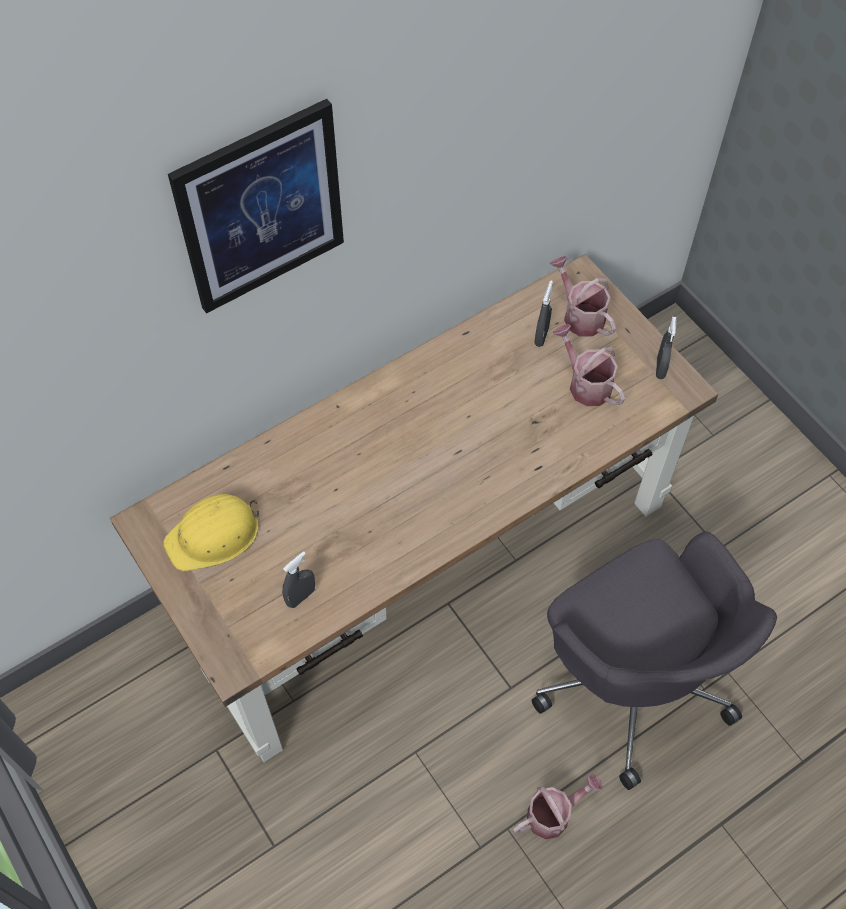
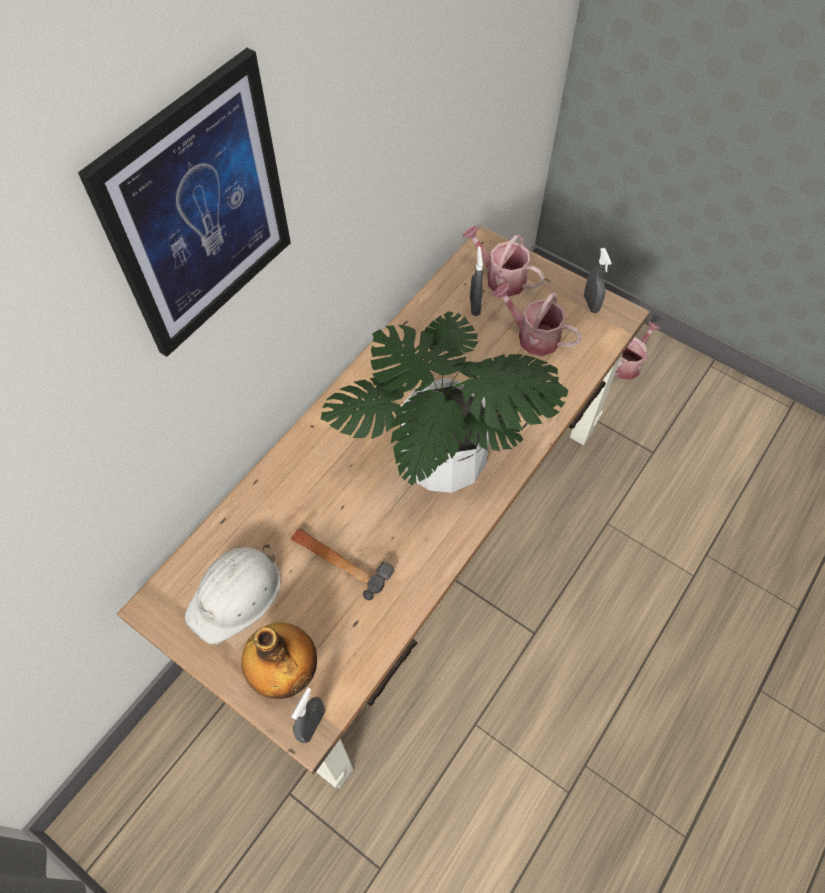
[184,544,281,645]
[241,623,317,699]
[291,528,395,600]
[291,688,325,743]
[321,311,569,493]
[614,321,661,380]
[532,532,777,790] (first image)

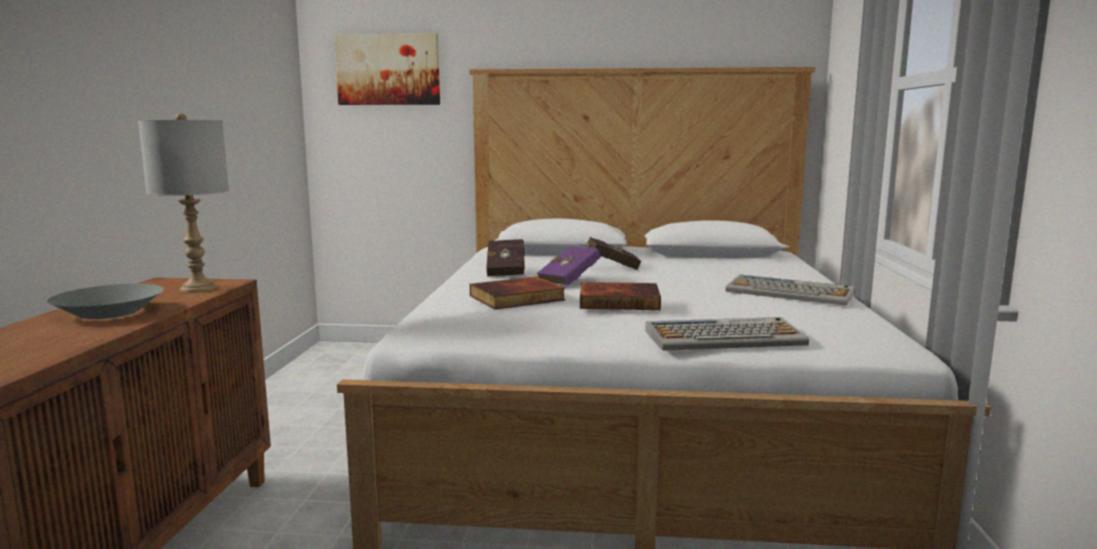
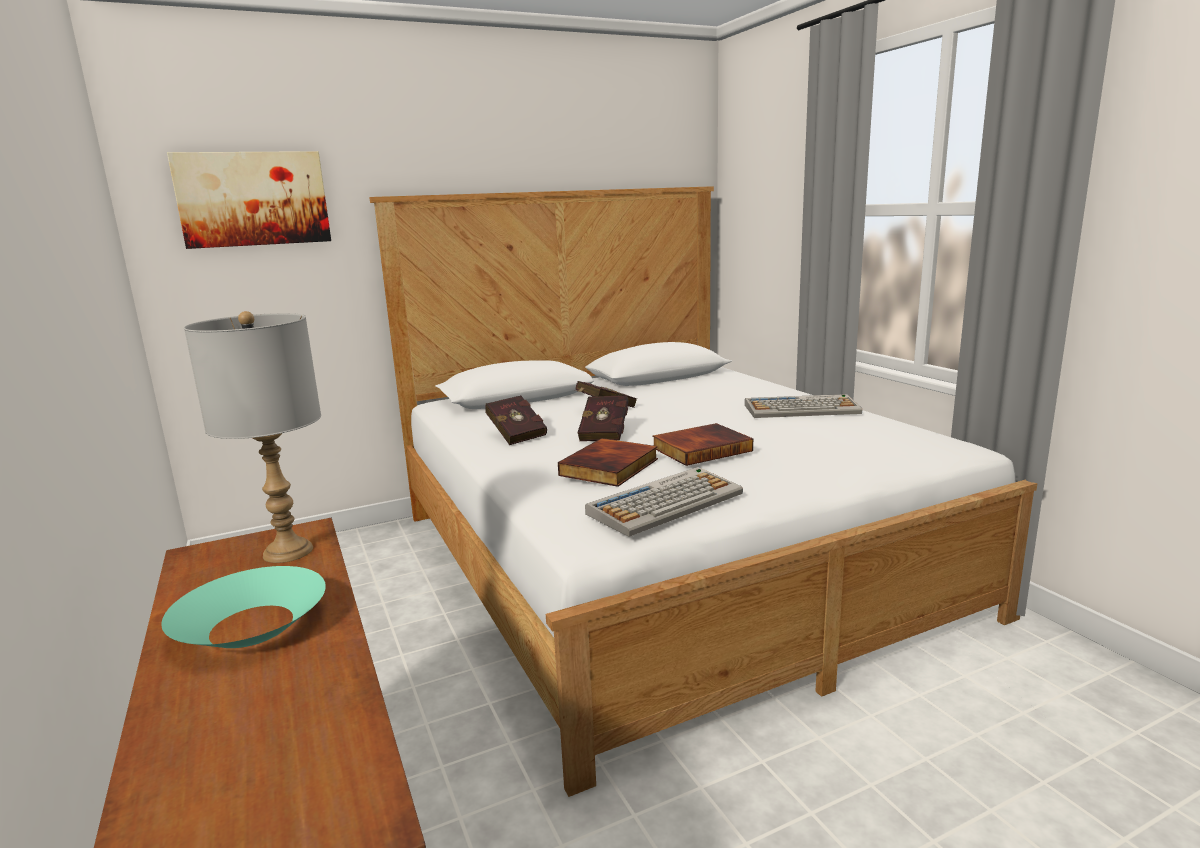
[161,566,326,648]
[577,395,629,441]
[585,467,743,537]

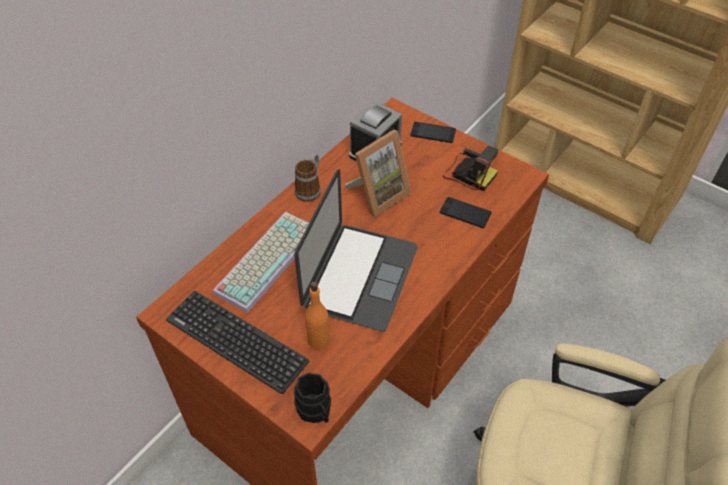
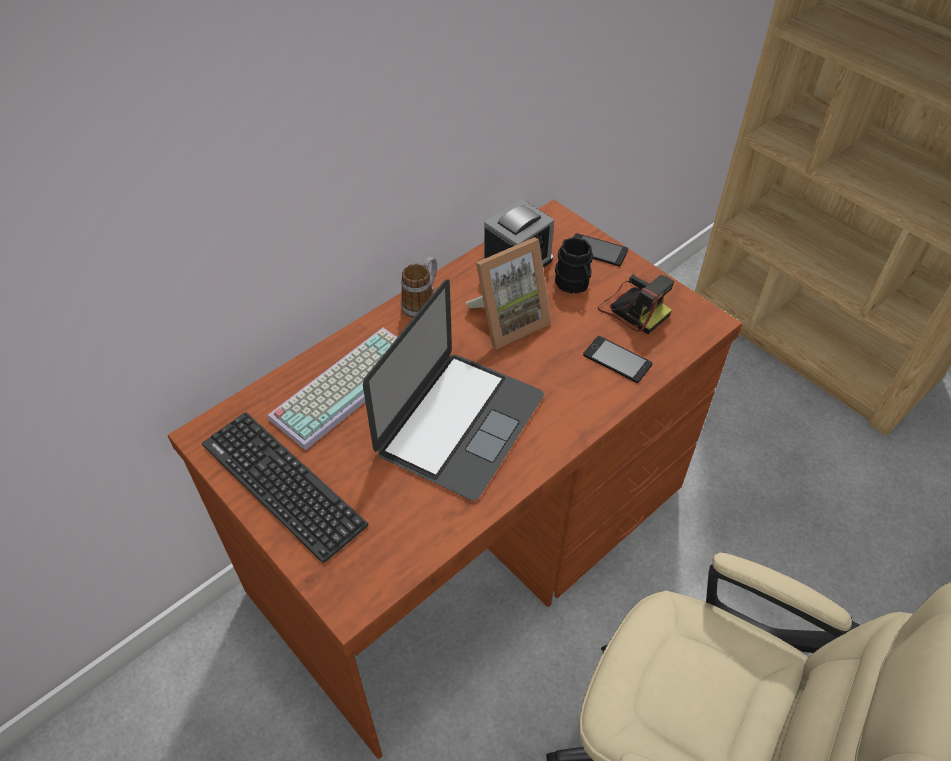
[555,237,593,294]
[305,282,330,350] (first image)

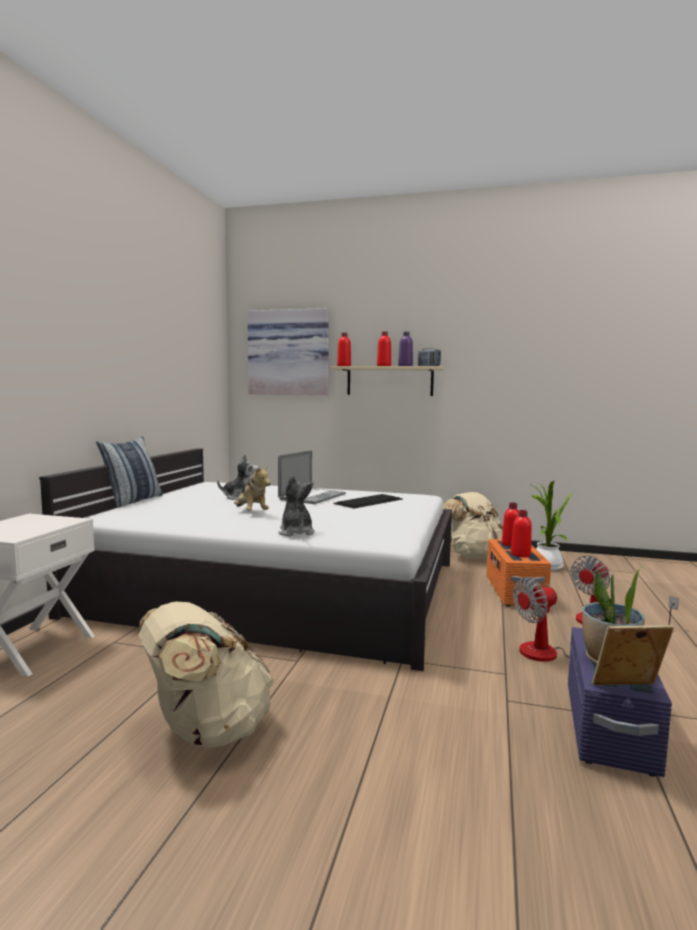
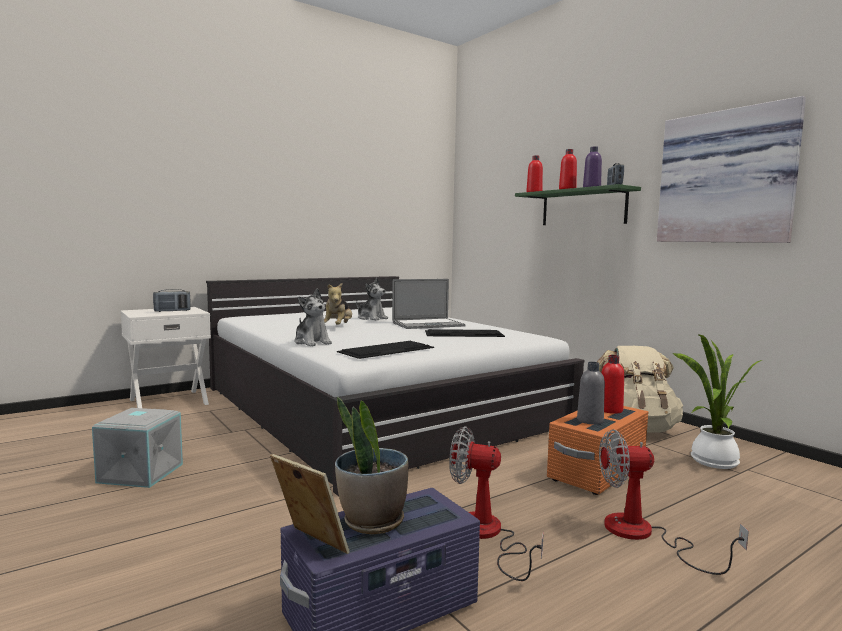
[92,408,183,488]
[153,289,190,312]
[294,289,332,346]
[337,341,434,359]
[515,184,641,225]
[577,362,605,424]
[657,96,806,243]
[96,436,163,508] (first image)

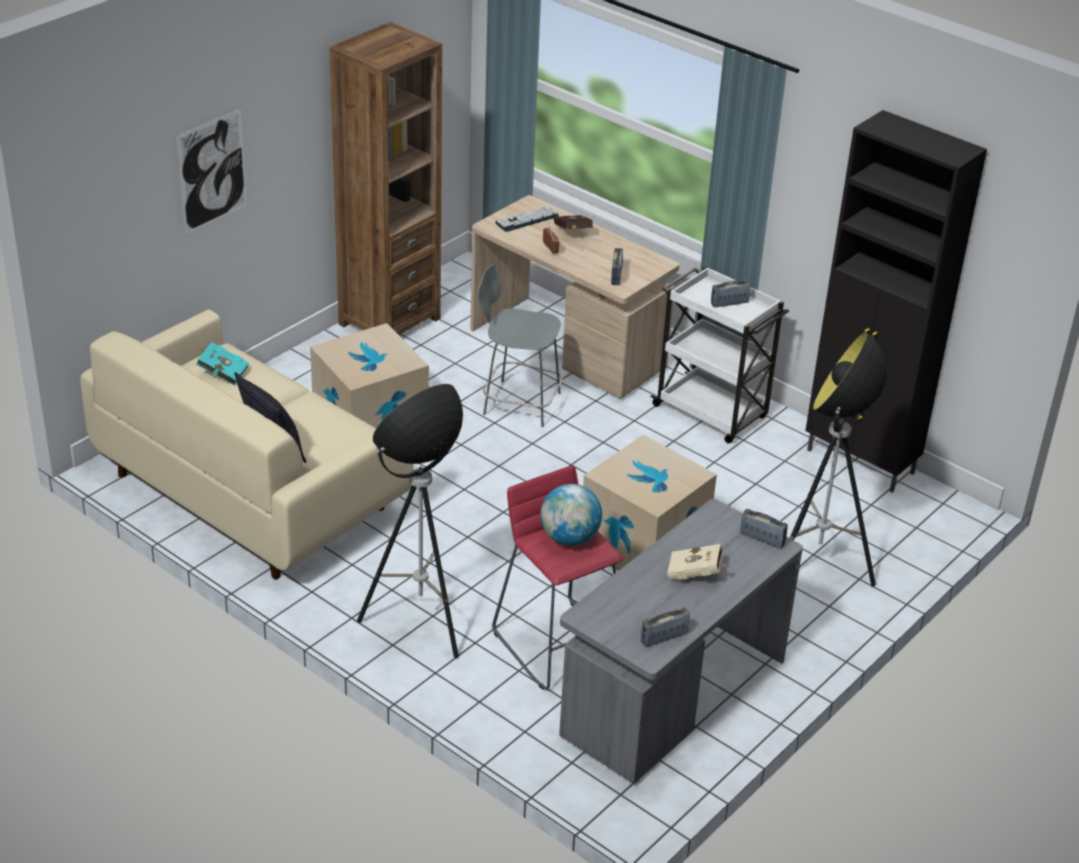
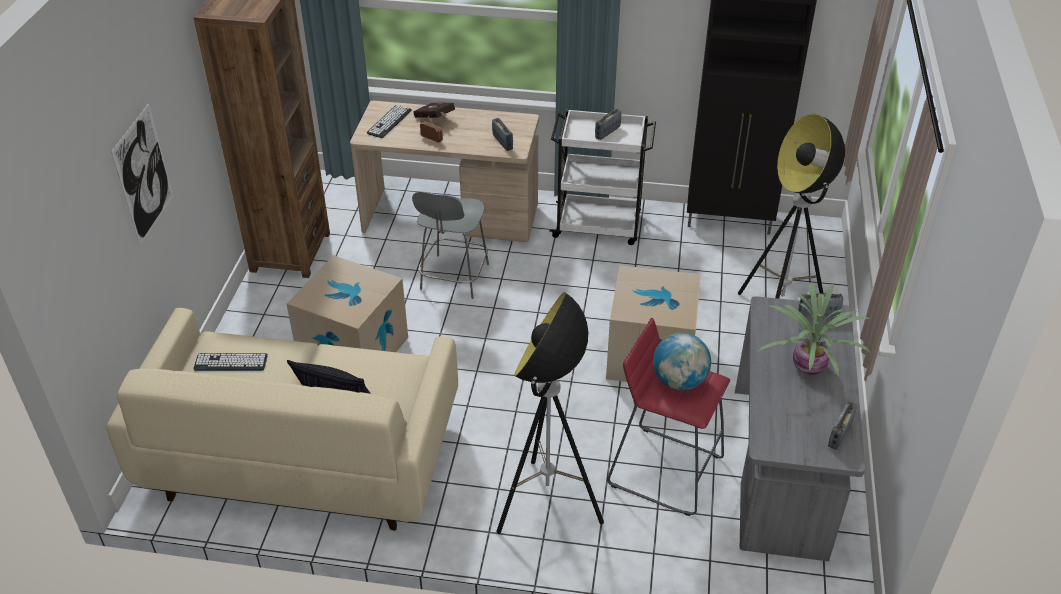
[193,353,268,371]
[412,191,489,299]
[757,283,871,376]

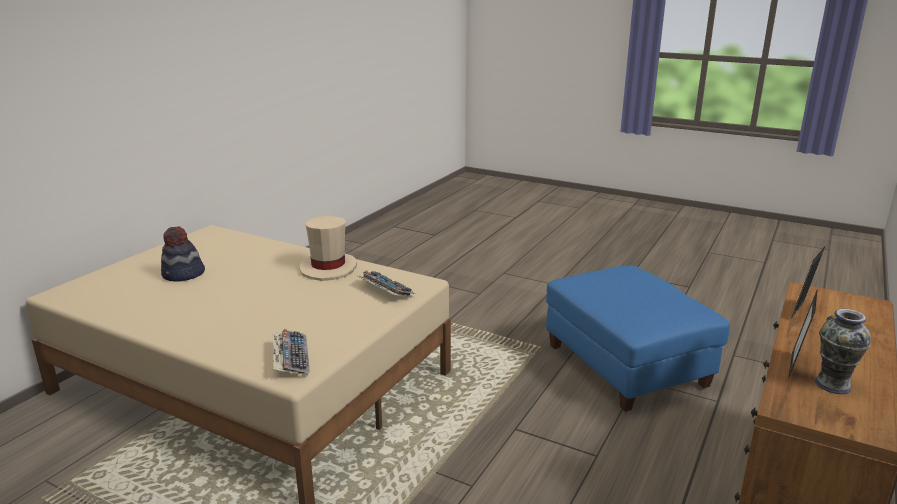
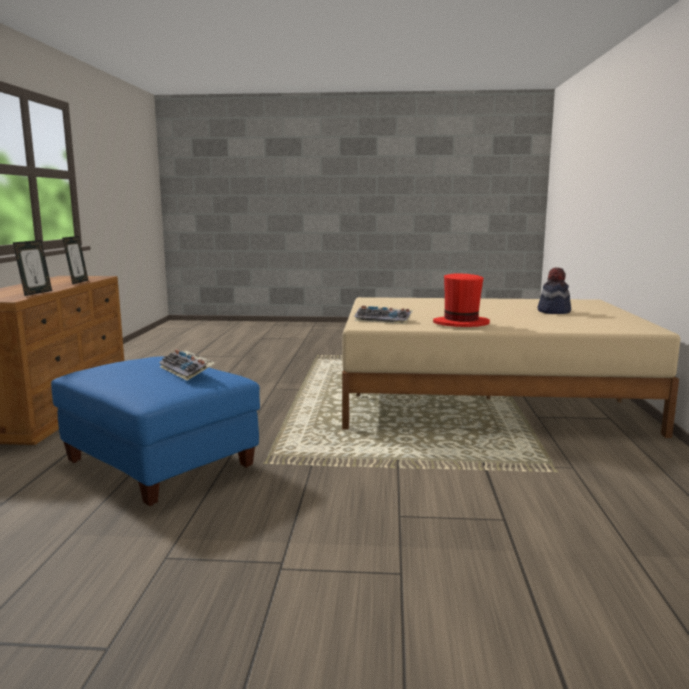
[159,349,215,381]
[433,273,490,327]
[815,309,871,394] (first image)

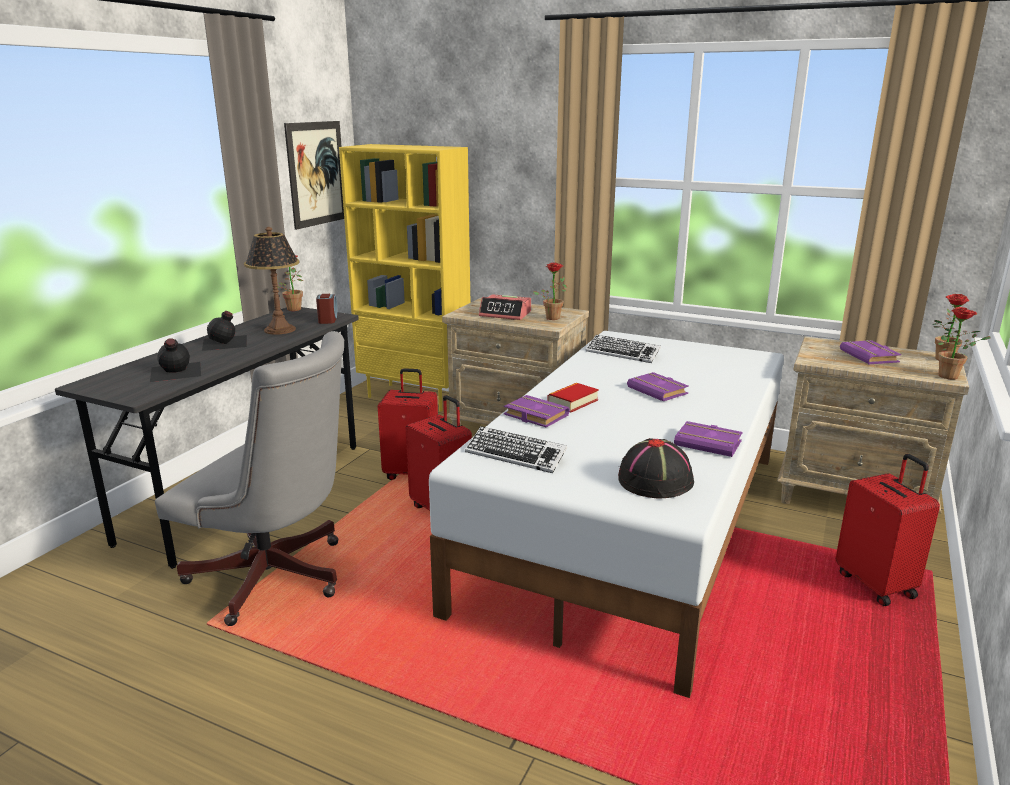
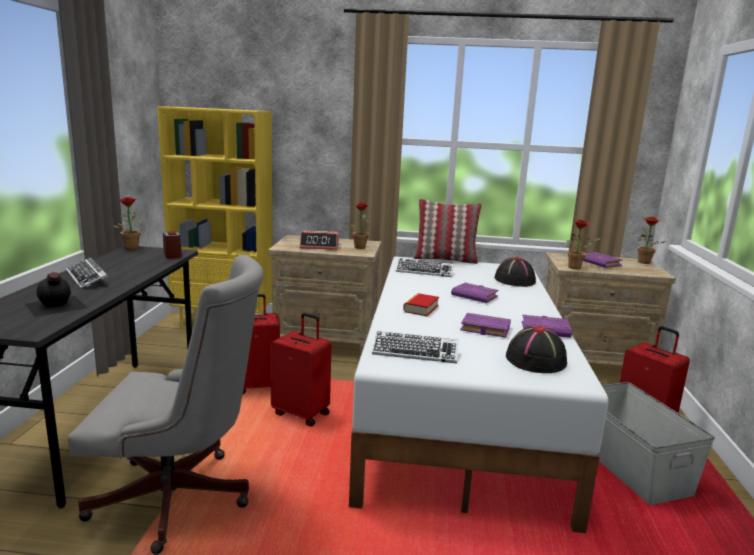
[66,257,108,290]
[414,199,481,264]
[460,313,511,338]
[494,257,536,287]
[566,219,601,269]
[598,382,715,505]
[244,227,299,335] (first image)
[284,121,344,230] (first image)

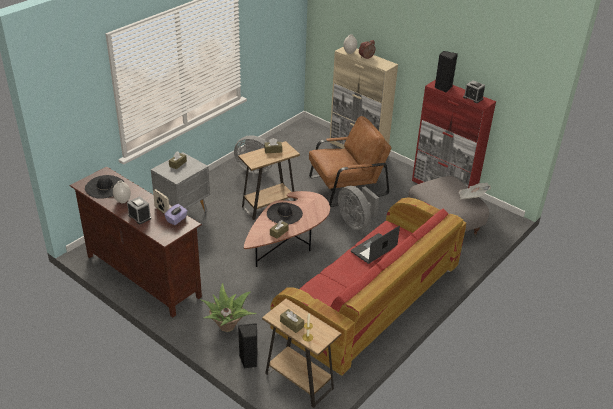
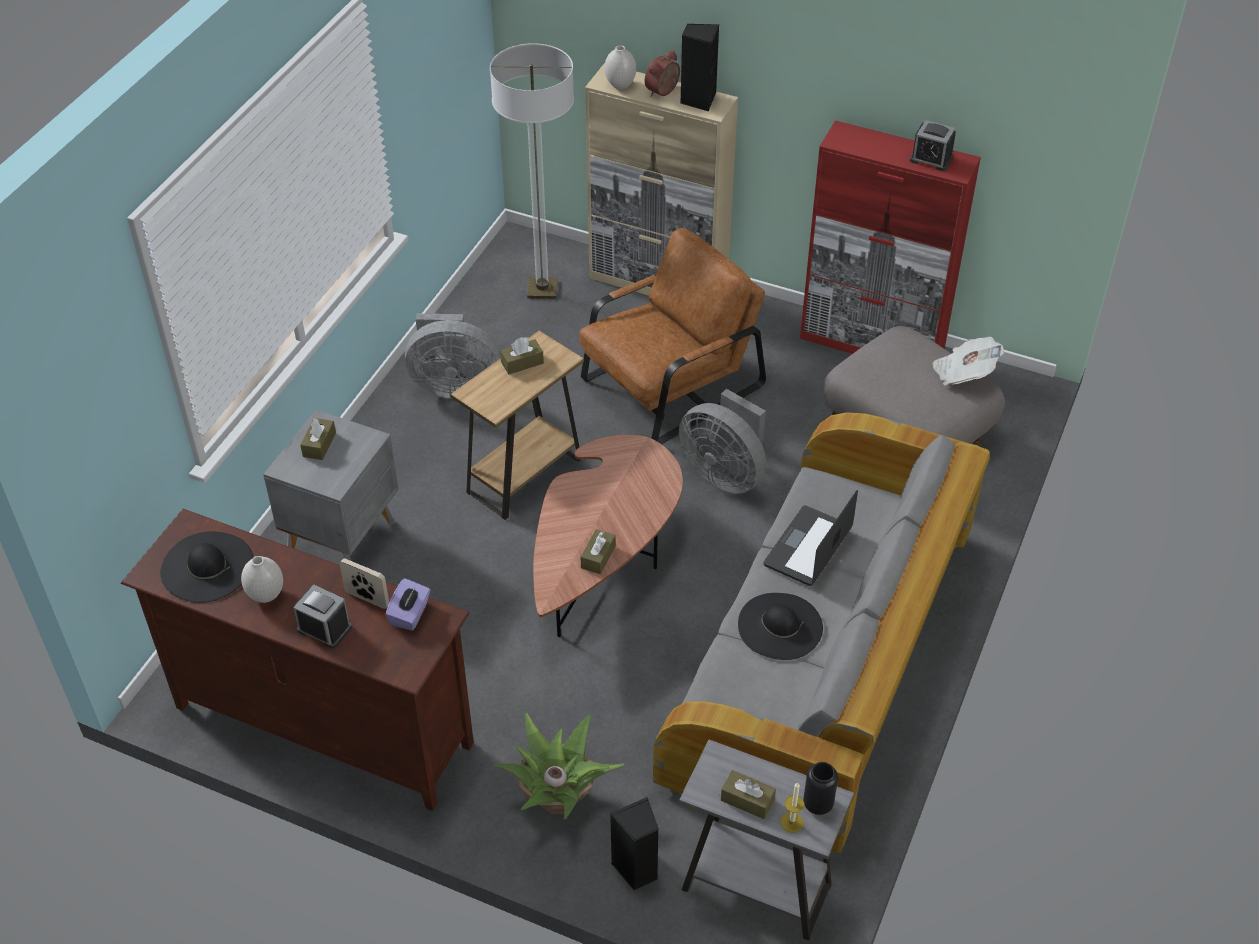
[490,43,574,299]
[653,412,990,853]
[679,740,854,941]
[680,24,719,112]
[738,593,823,660]
[803,762,838,815]

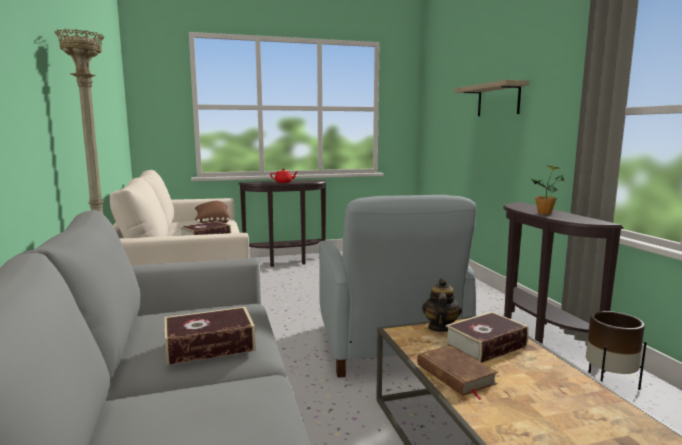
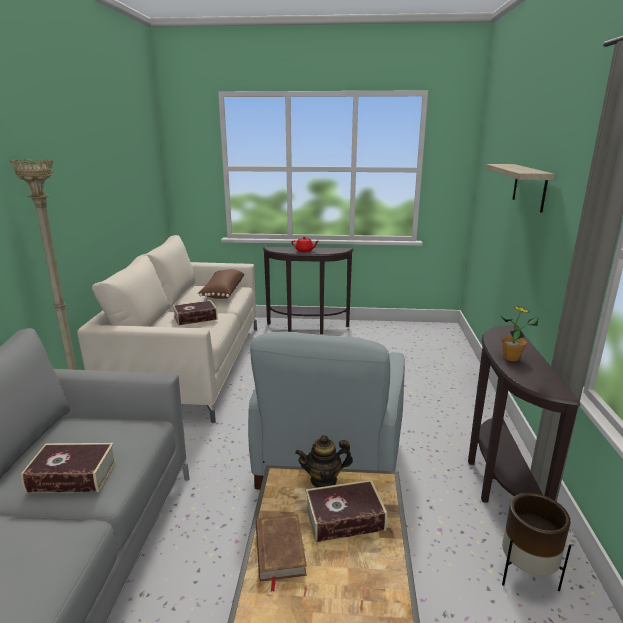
[295,435,353,488]

